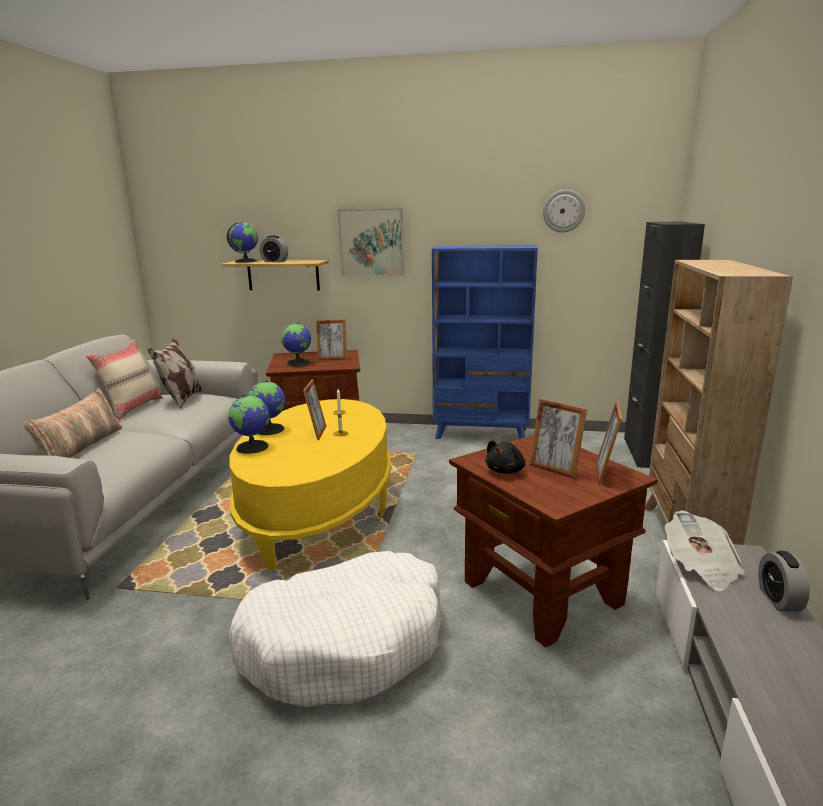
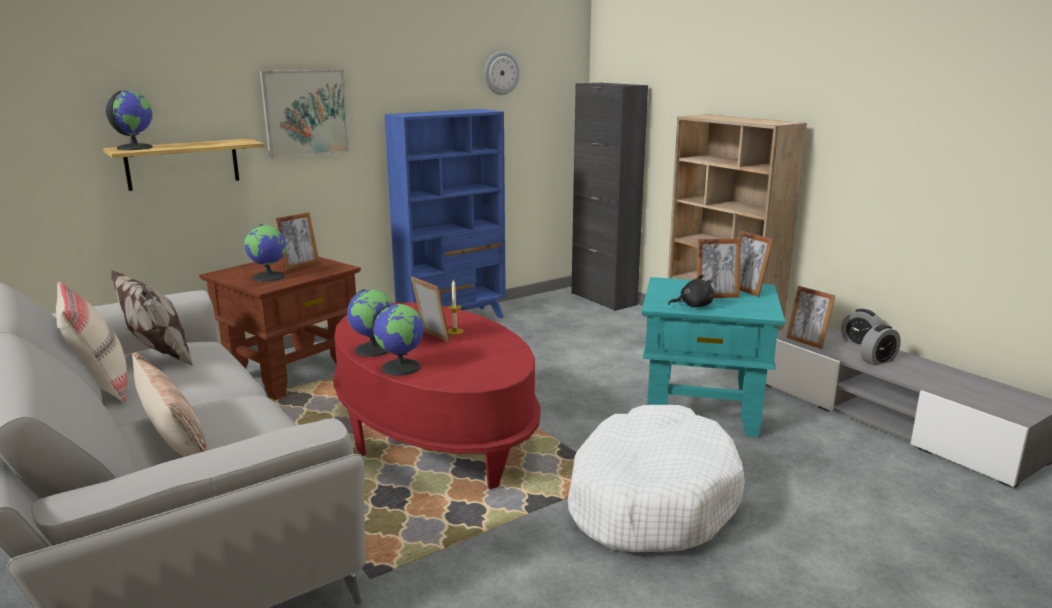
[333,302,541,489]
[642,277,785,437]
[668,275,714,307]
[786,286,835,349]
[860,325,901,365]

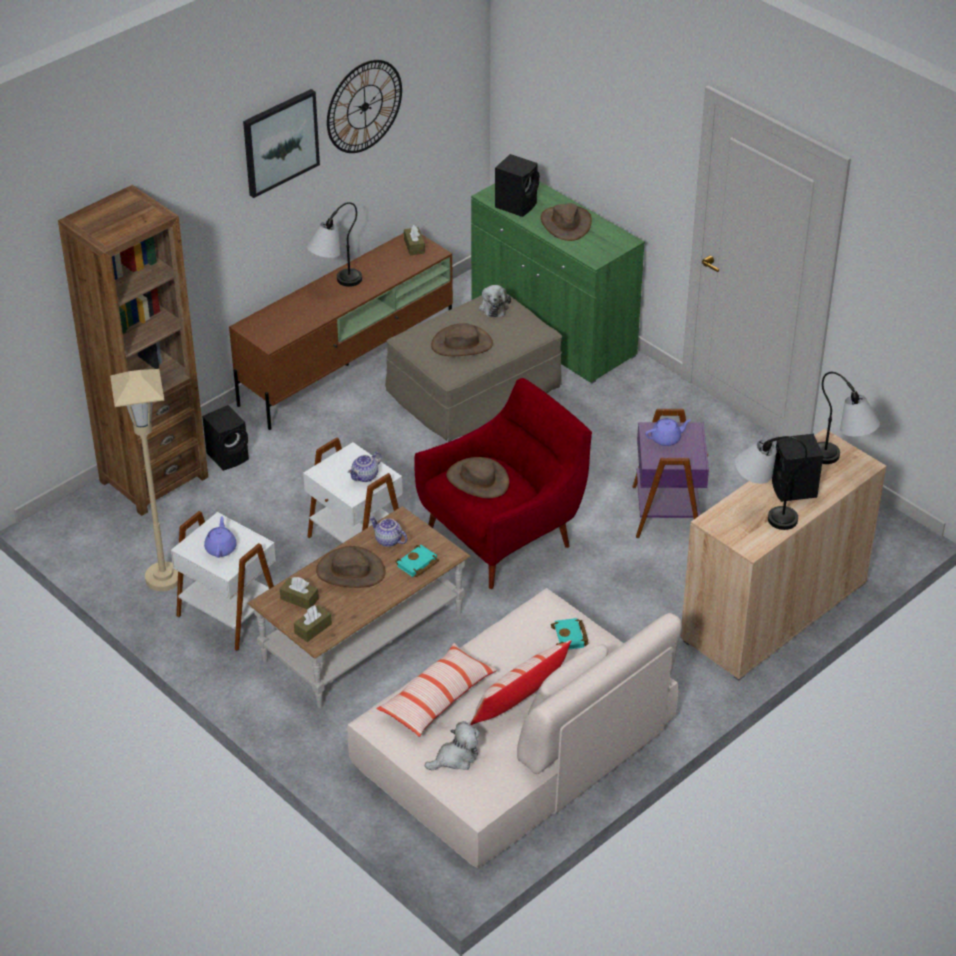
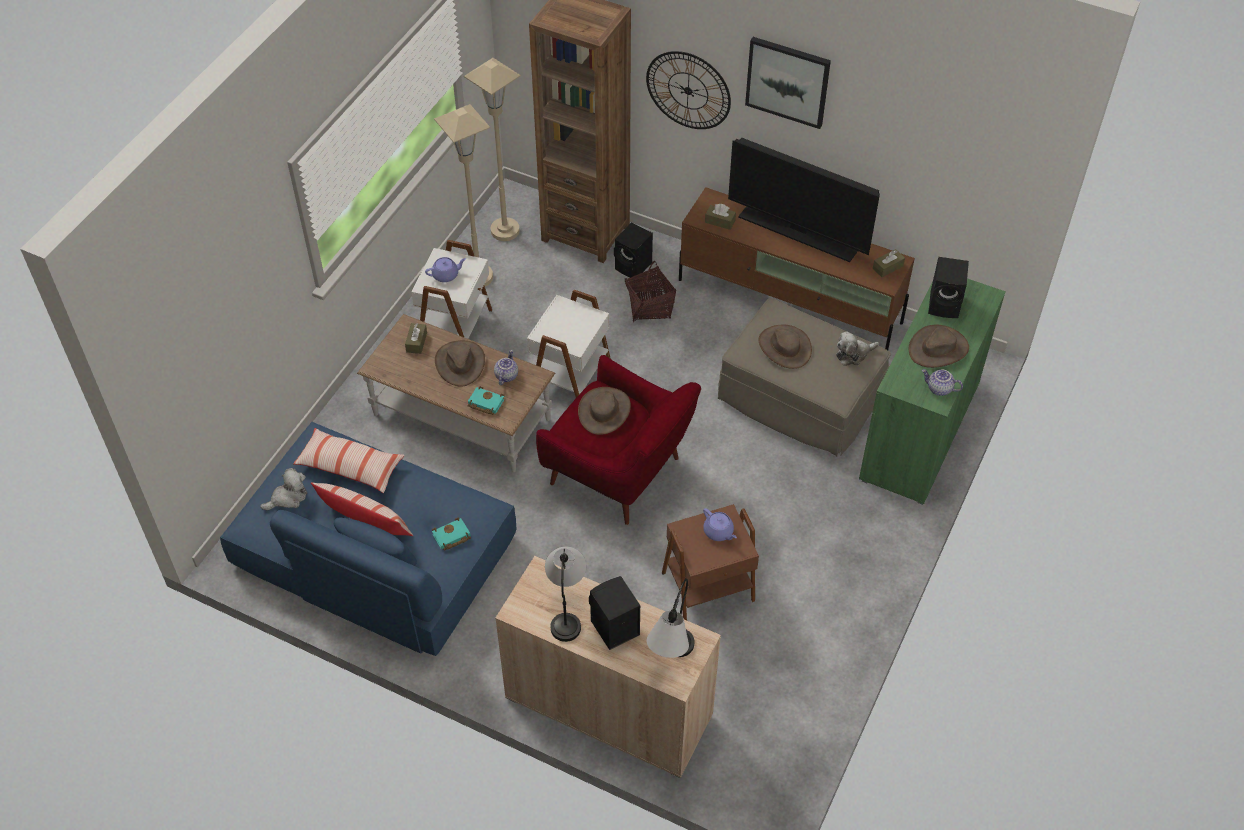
[220,422,517,656]
[260,468,307,510]
[464,58,521,241]
[624,261,676,322]
[646,51,731,129]
[662,504,759,620]
[705,204,736,230]
[728,138,880,262]
[922,369,963,396]

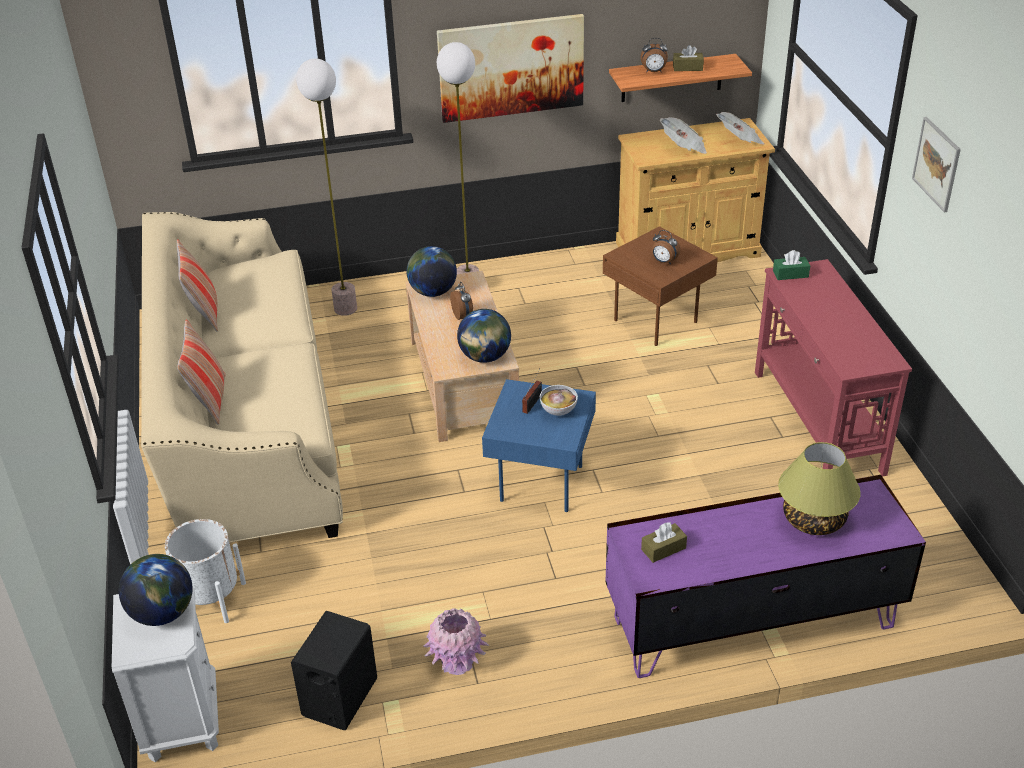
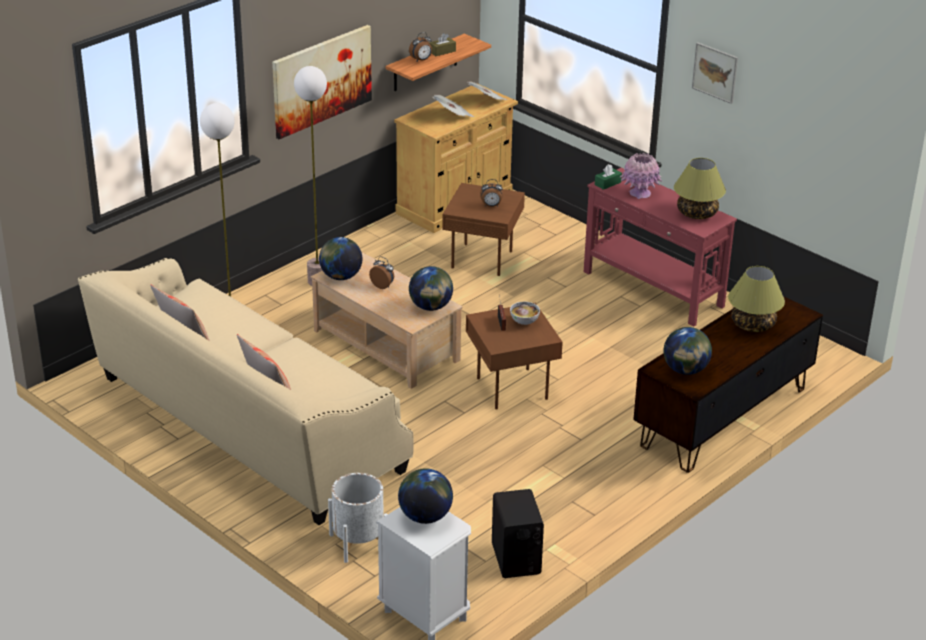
[466,303,563,409]
[620,153,662,199]
[633,296,823,473]
[663,327,712,375]
[674,158,726,219]

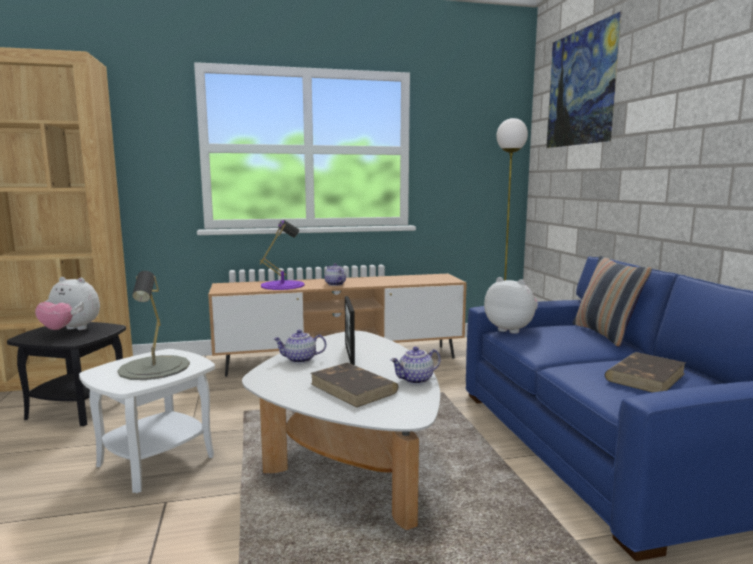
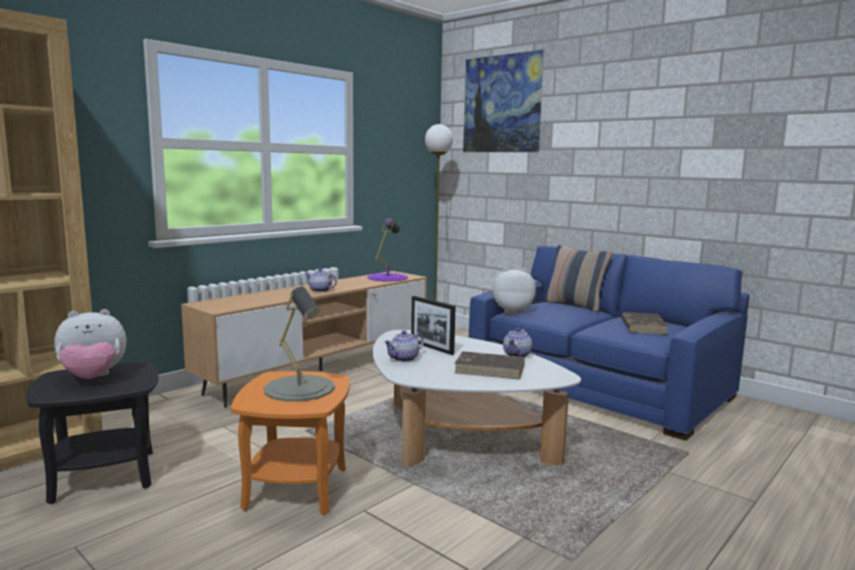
[231,371,350,515]
[368,218,408,282]

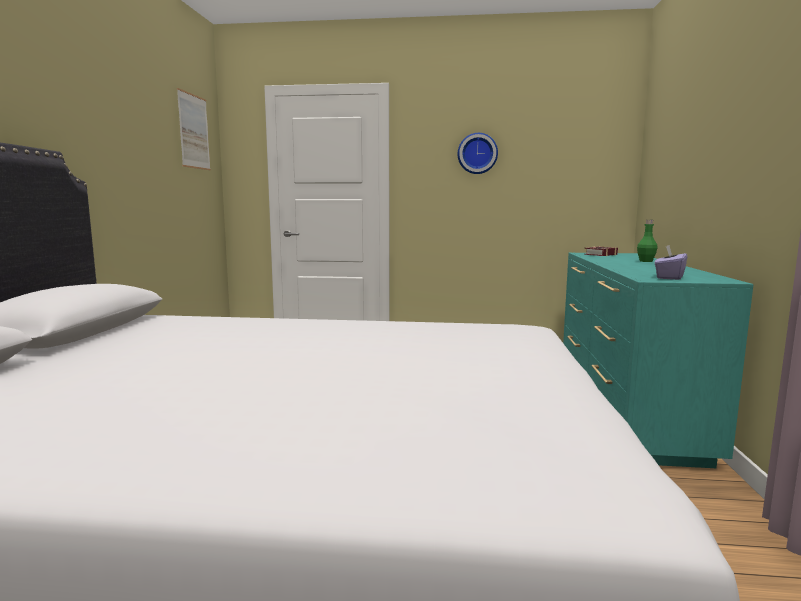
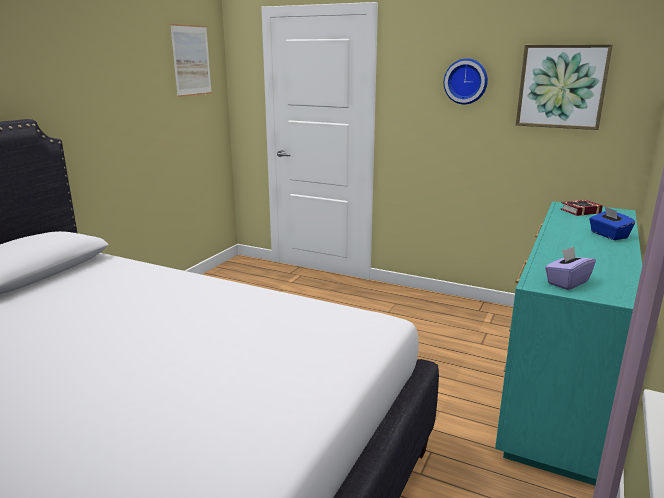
[516,44,613,130]
[589,207,635,240]

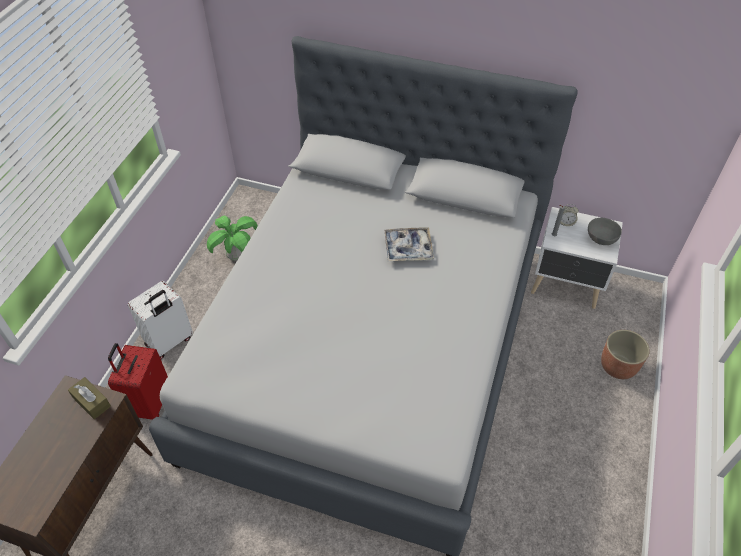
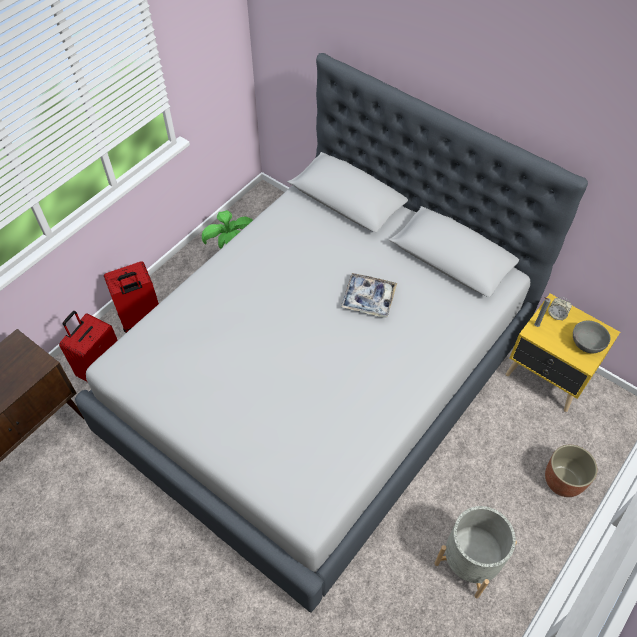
[104,261,159,333]
[434,506,517,598]
[506,294,620,412]
[68,377,111,419] (first image)

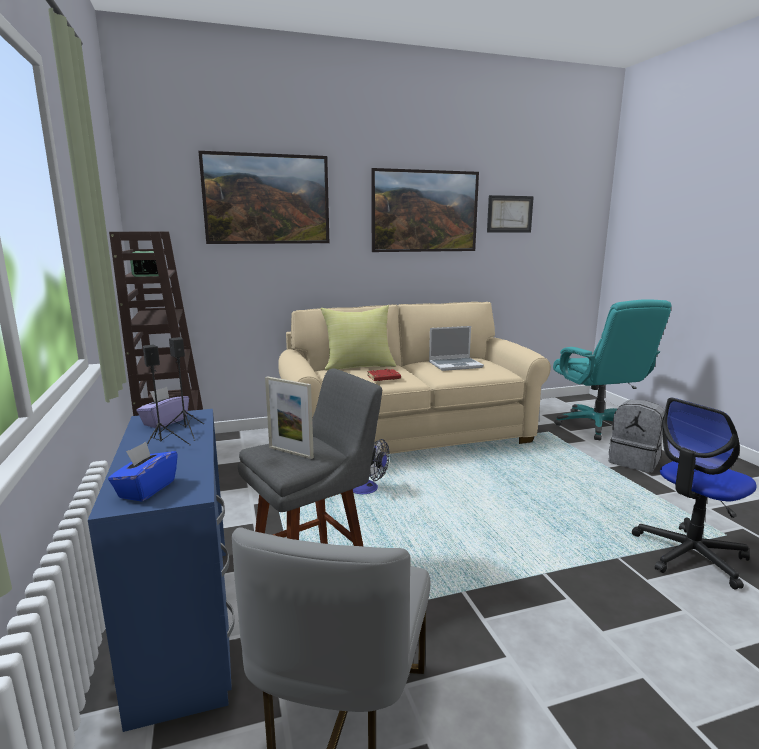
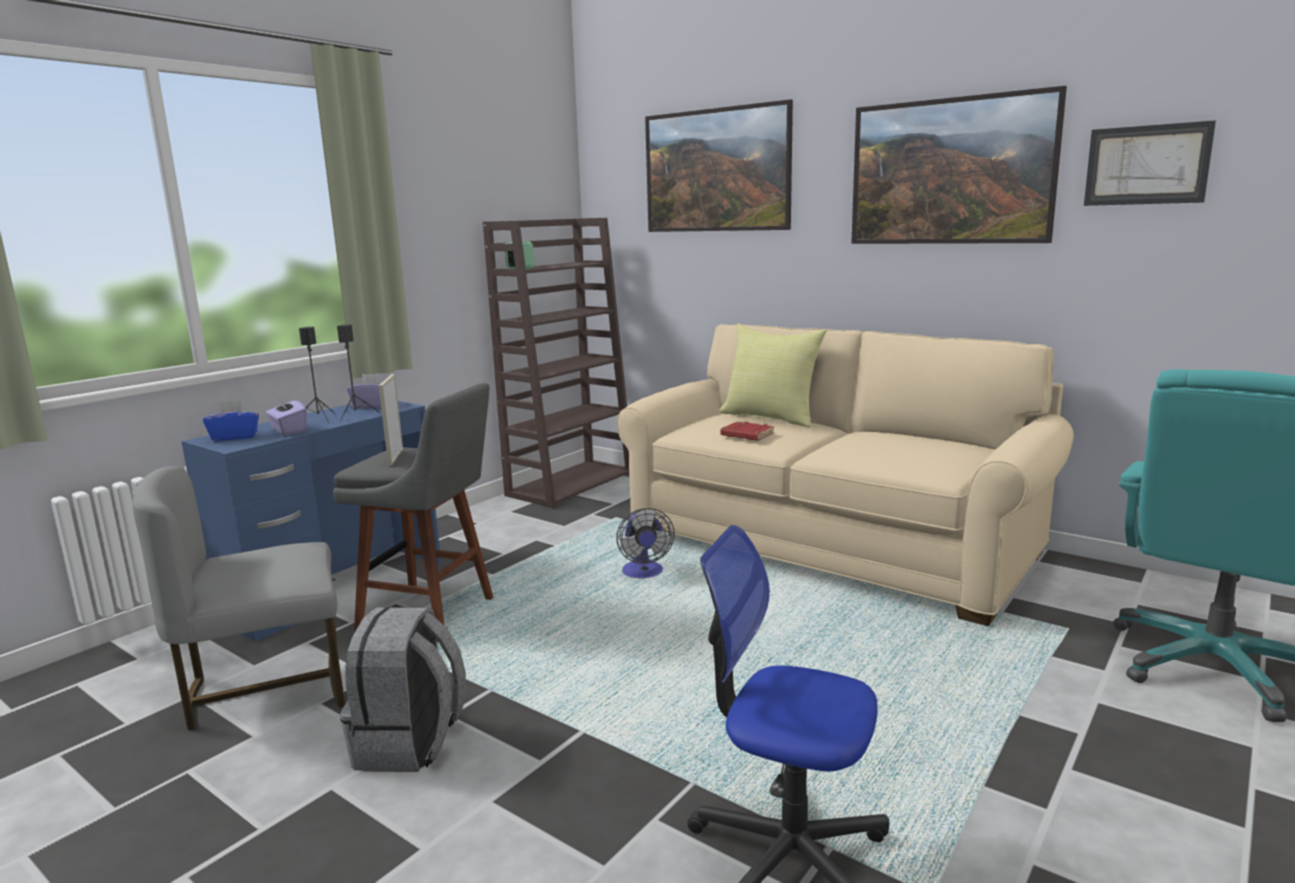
[266,396,307,435]
[340,607,466,772]
[429,326,484,371] (first image)

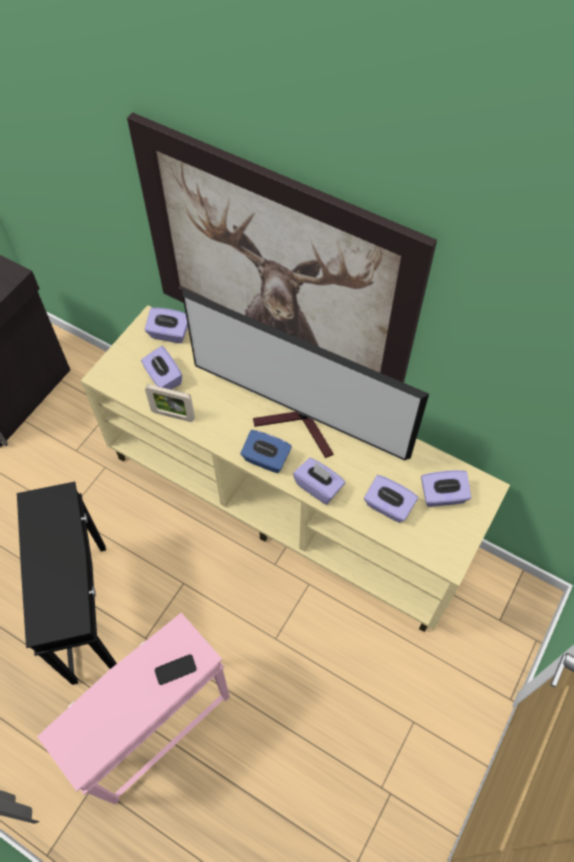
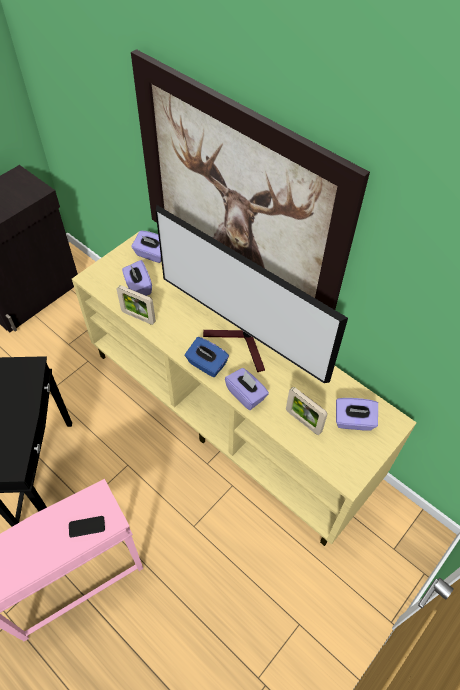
[286,387,328,435]

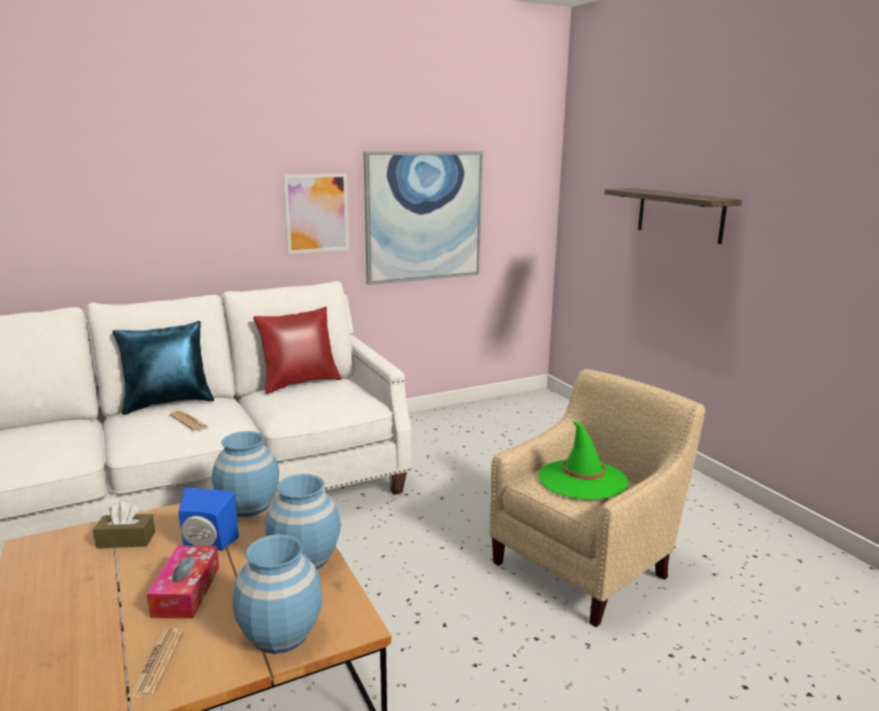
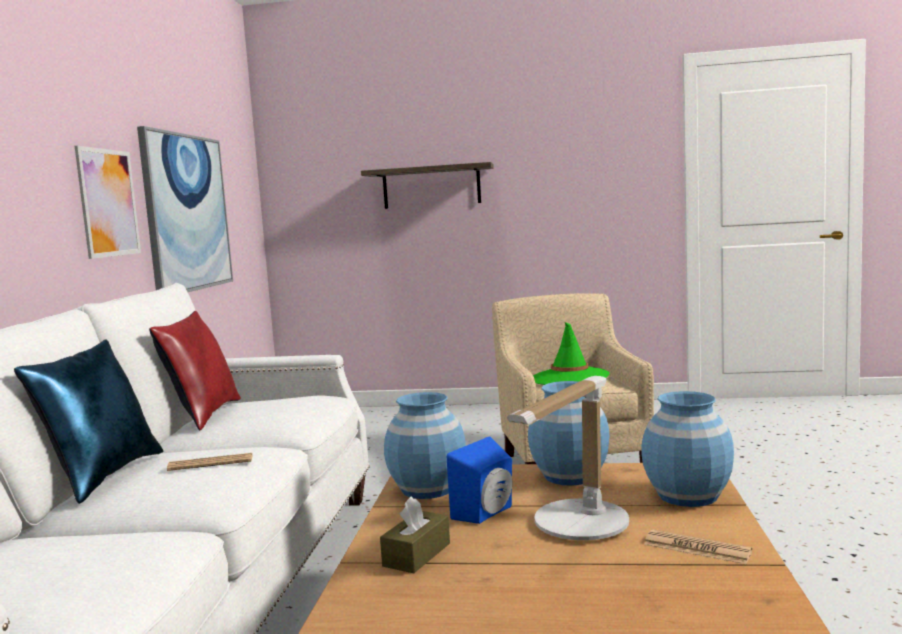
[507,376,629,540]

